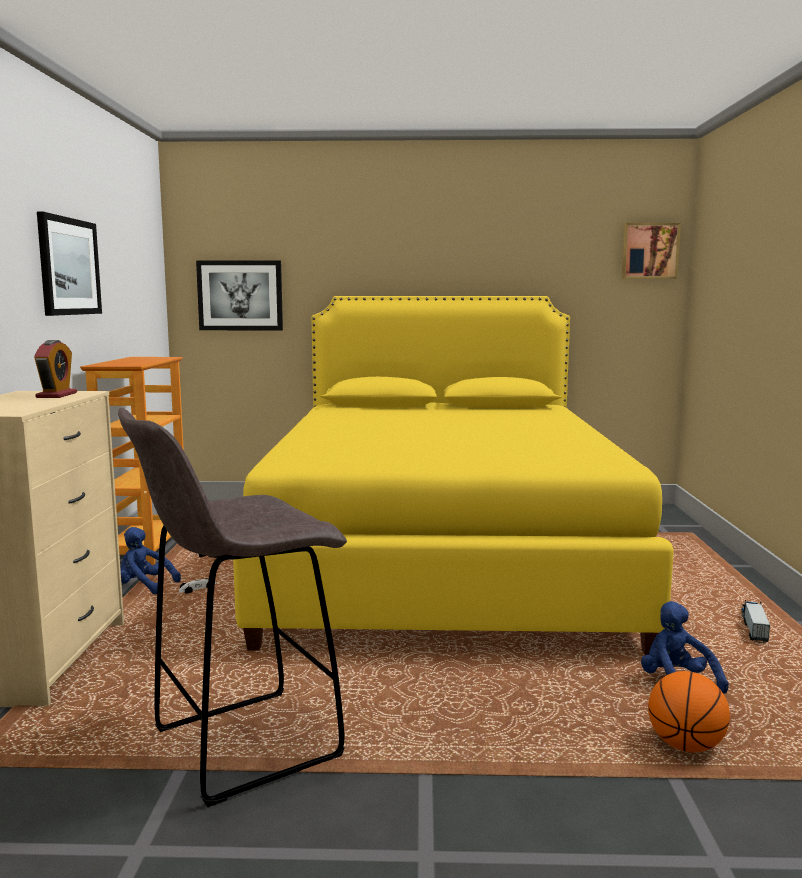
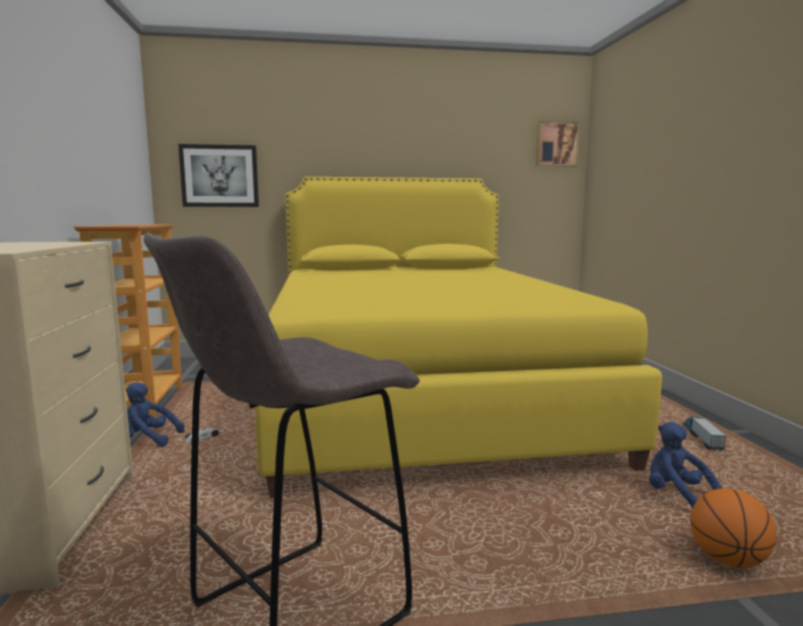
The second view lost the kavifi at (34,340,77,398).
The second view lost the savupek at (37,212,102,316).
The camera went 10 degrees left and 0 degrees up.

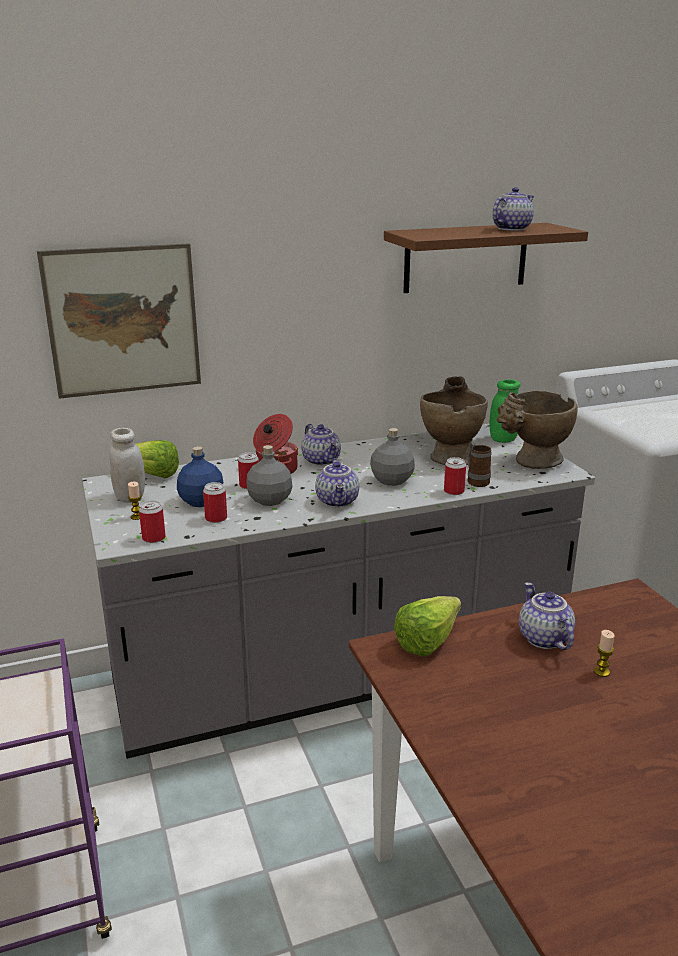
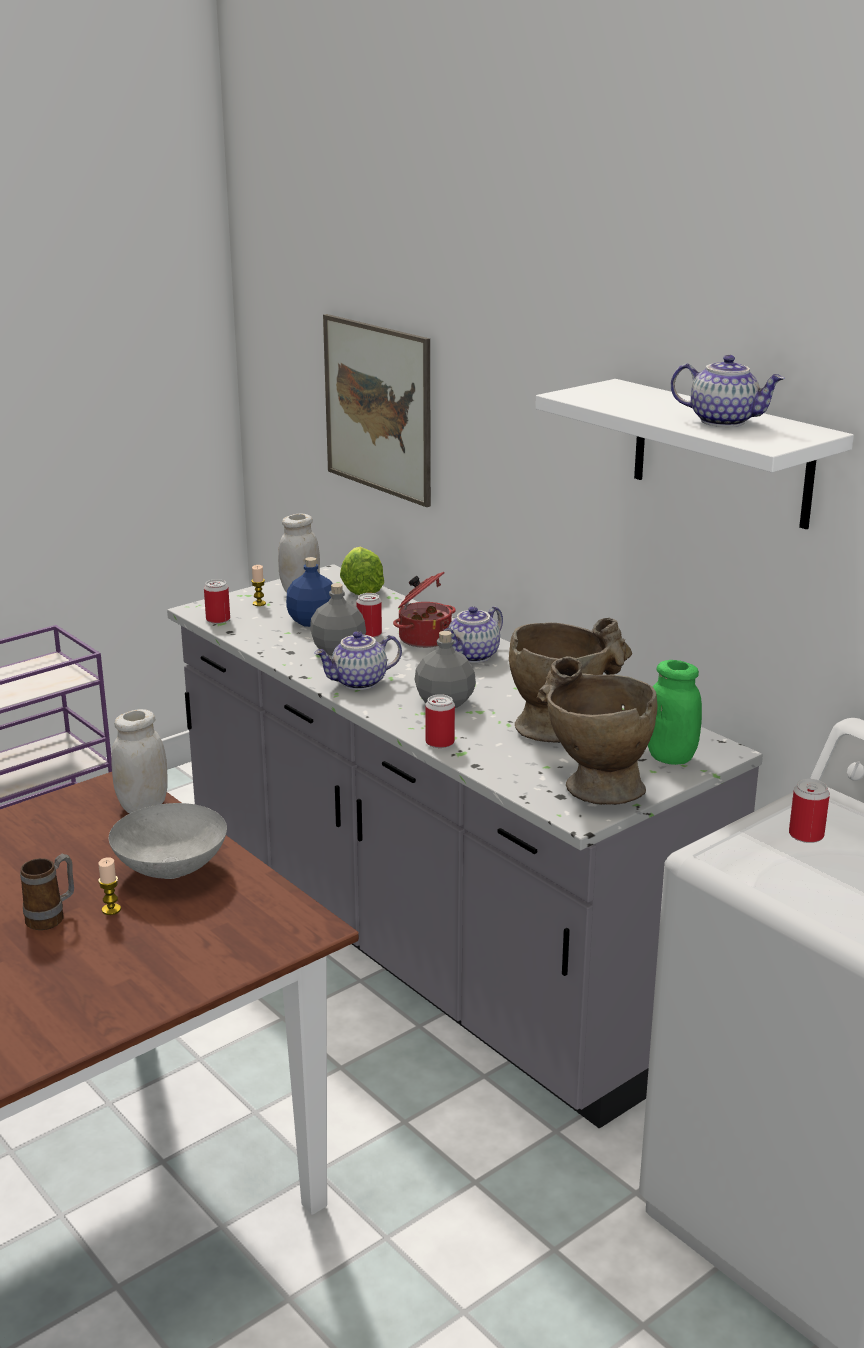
The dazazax ended up elsewhere, having gone from (203,482,227,523) to (789,779,830,843).
What was the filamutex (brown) at (384,223,588,293) turned into the filamutex (white) at (535,379,854,529).
Where the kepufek stood at (394,596,461,657), the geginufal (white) came to stand at (112,709,168,813).
The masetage ended up elsewhere, having gone from (467,441,491,487) to (20,854,74,930).
Where the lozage stood at (519,582,575,650), the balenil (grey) came to stand at (109,803,227,879).
The camera went 70 degrees right and 0 degrees up.

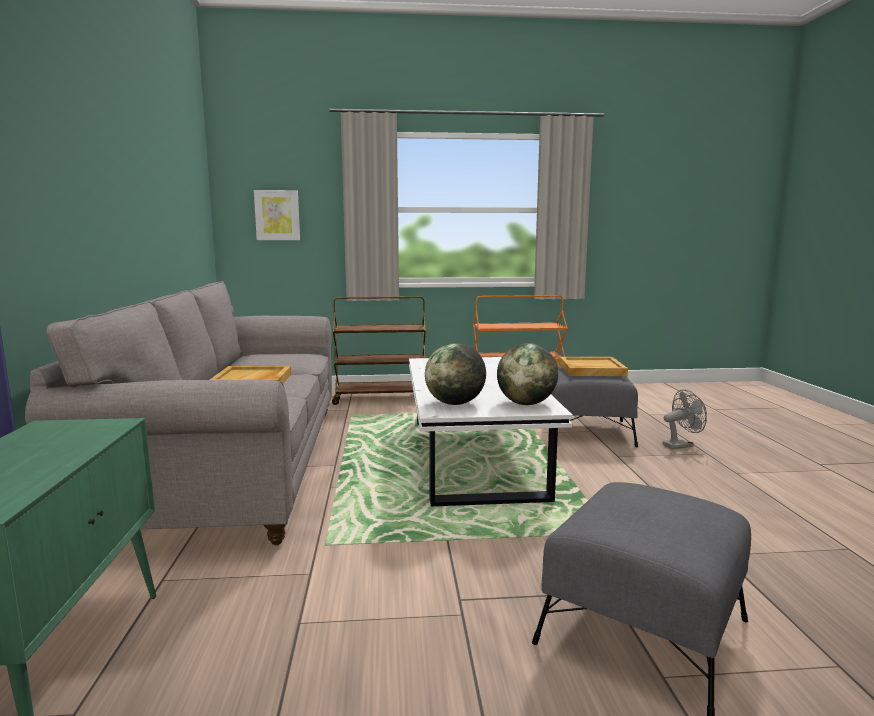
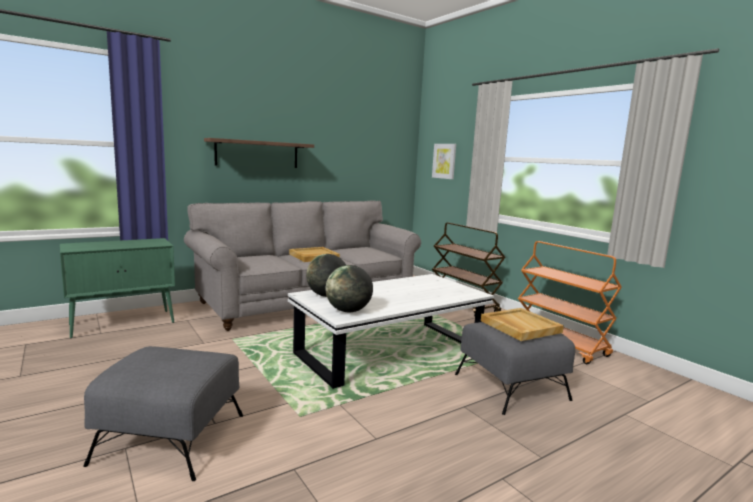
The second view lost the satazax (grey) at (662,389,707,450).
The second view gained the filamutex at (204,138,314,168).
The camera went 60 degrees right and 0 degrees up.

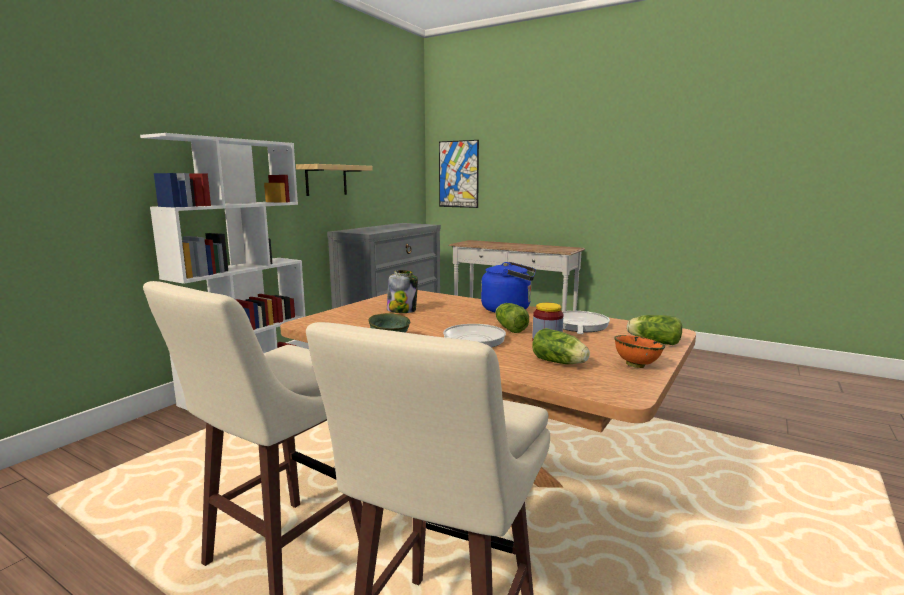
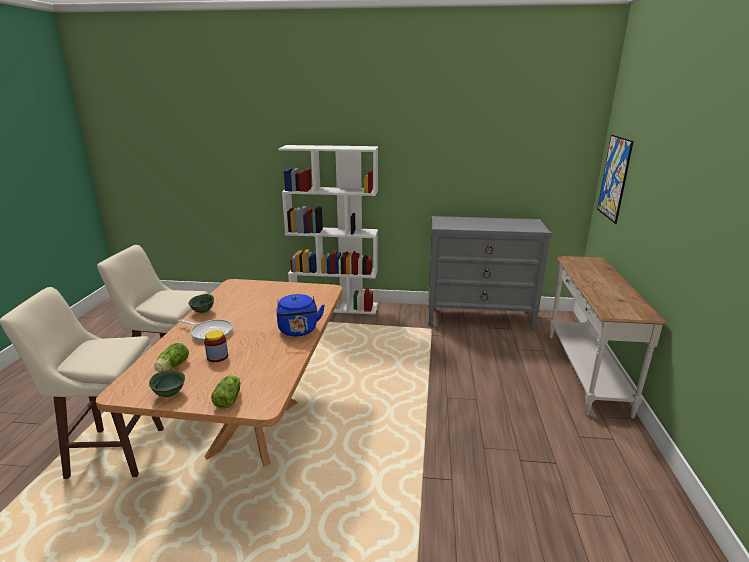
The second view lost the filamutex at (296,164,373,196).
The second view lost the geginufal at (387,270,418,313).
The second view lost the kepufek at (495,303,529,333).
The second view lost the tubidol at (562,311,610,334).
What was the balenil (orange) at (614,335,665,368) turned into the balenil (green) at (149,370,185,397).
The camera went 65 degrees right and 10 degrees up.

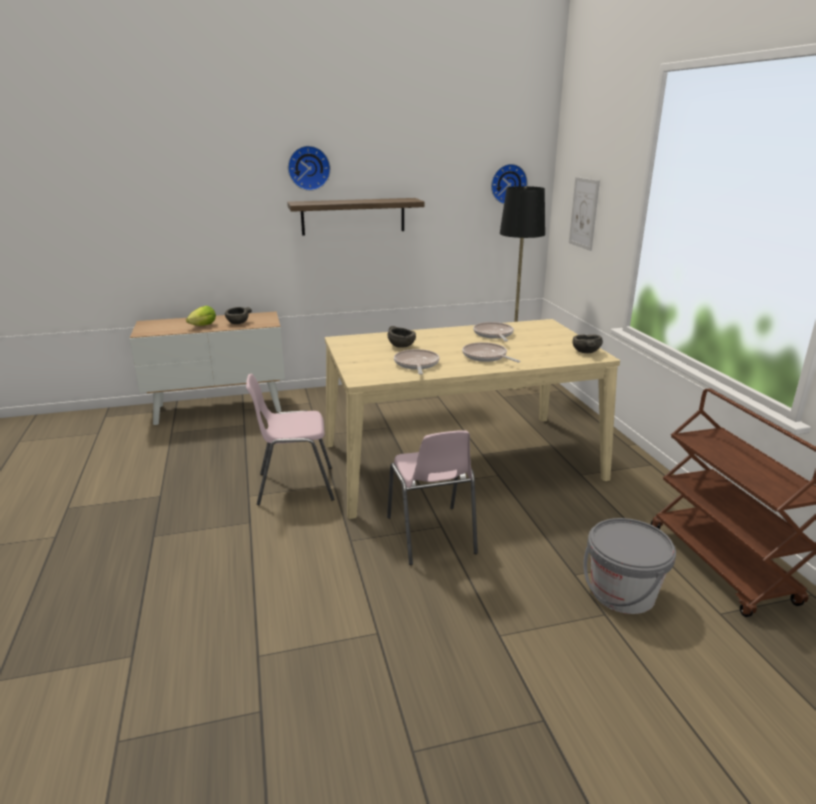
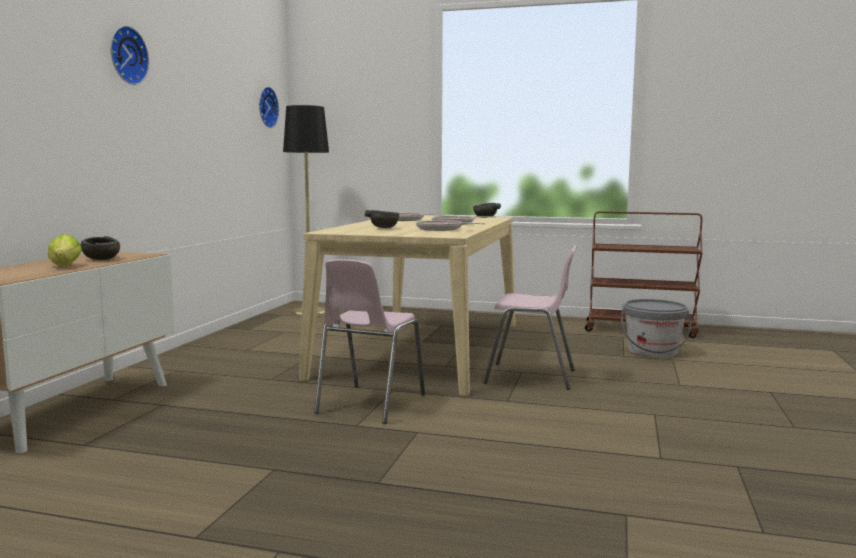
The second view lost the filamutex at (287,198,425,235).
The second view lost the savupek at (569,177,600,251).
The camera went 60 degrees left and 15 degrees down.

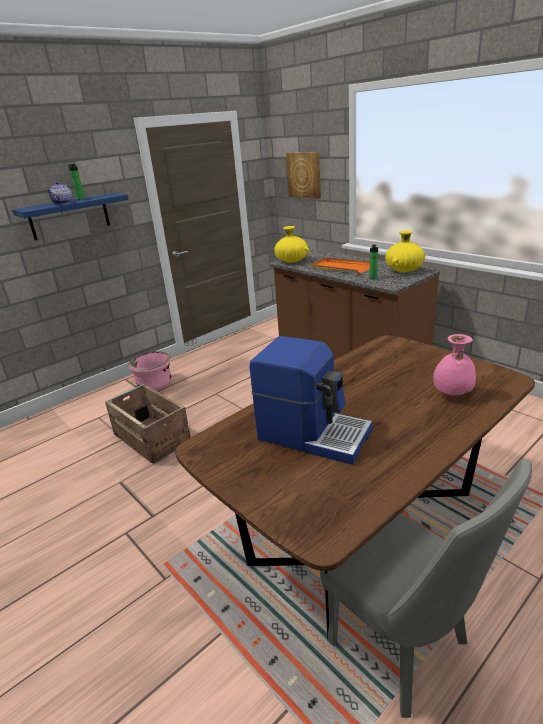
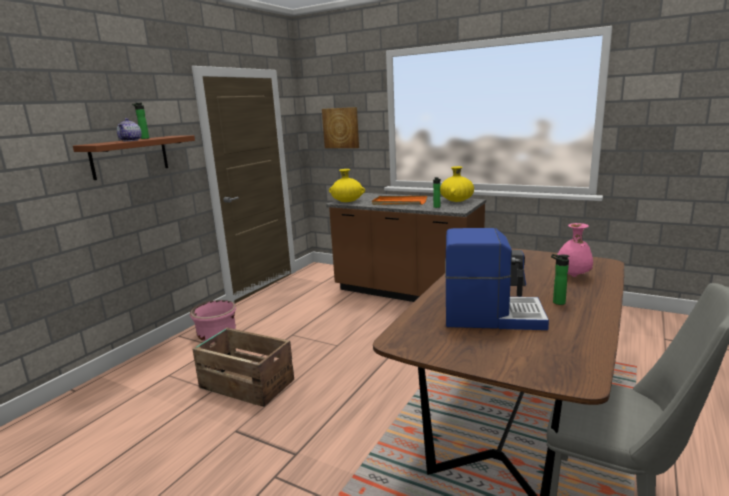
What was the filamutex (blue) at (12,193,128,240) turned into the filamutex (brown) at (73,135,195,180).
The second view gained the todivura at (551,254,570,305).
The camera went 20 degrees left and 10 degrees down.

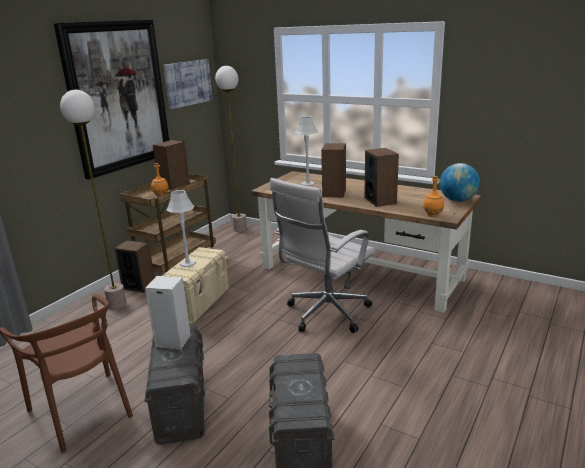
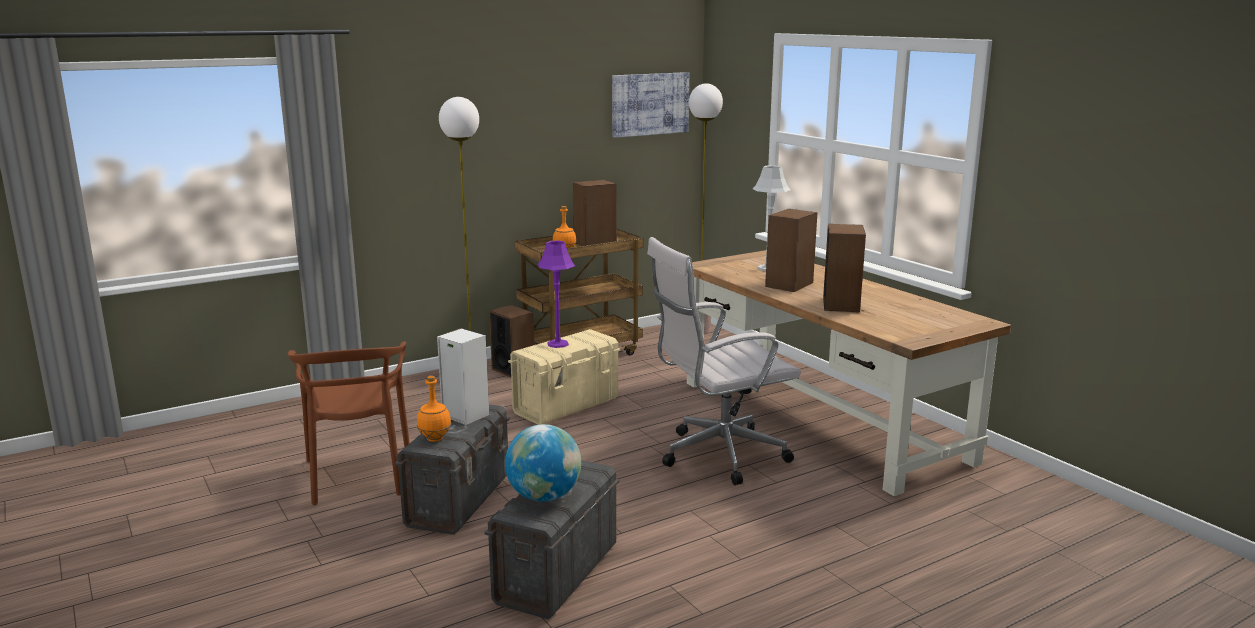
The second view lost the savupek at (54,20,169,179).
What was the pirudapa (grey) at (166,190,196,267) turned into the pirudapa (purple) at (537,240,575,348).
The todivura (orange) ended up elsewhere, having gone from (423,176,444,217) to (417,376,451,442).
The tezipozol ended up elsewhere, having gone from (440,163,480,202) to (505,424,581,502).
The camera went 25 degrees right and 5 degrees down.

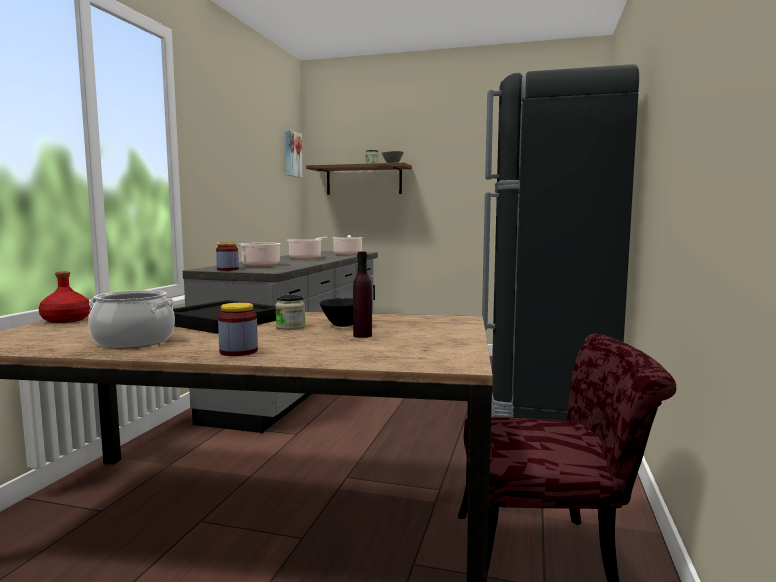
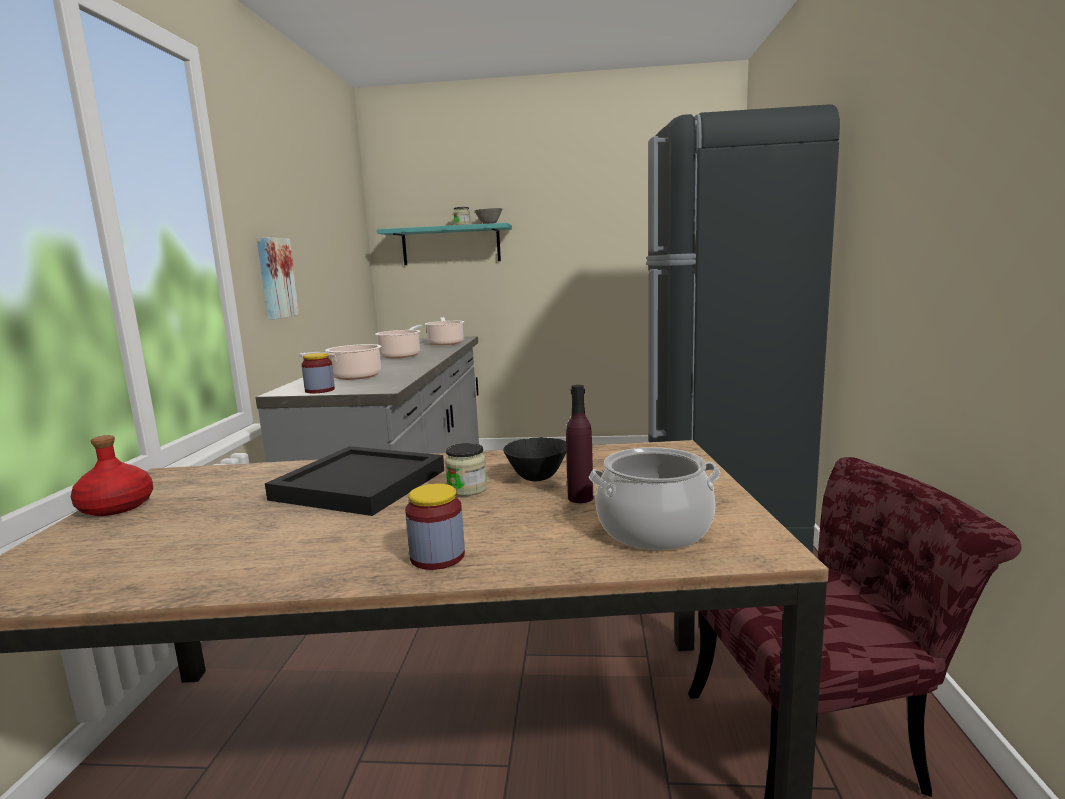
The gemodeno ended up elsewhere, having gone from (88,290,175,348) to (589,447,720,550).
The savupek ended up elsewhere, having gone from (285,129,303,178) to (257,237,299,320).
What was the filamutex (brown) at (306,163,412,195) turned into the filamutex (turquoise) at (377,223,512,265).
The camera went 10 degrees left and 5 degrees up.

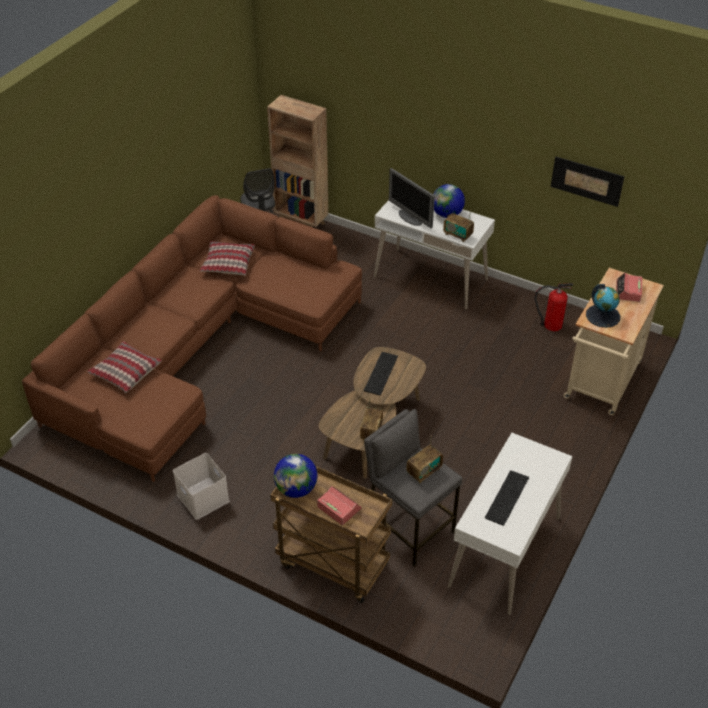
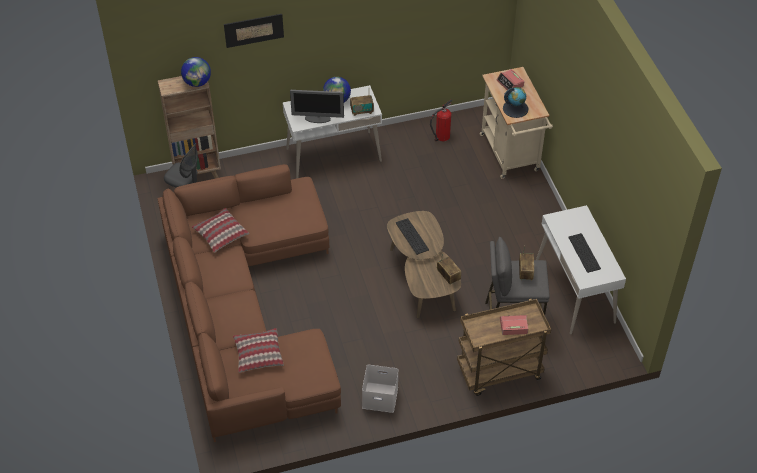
The tezipozol ended up elsewhere, having gone from (274,454,318,498) to (181,57,211,87).
The savupek ended up elsewhere, having gone from (551,157,625,207) to (224,14,284,48).
The camera went 45 degrees left and 5 degrees up.

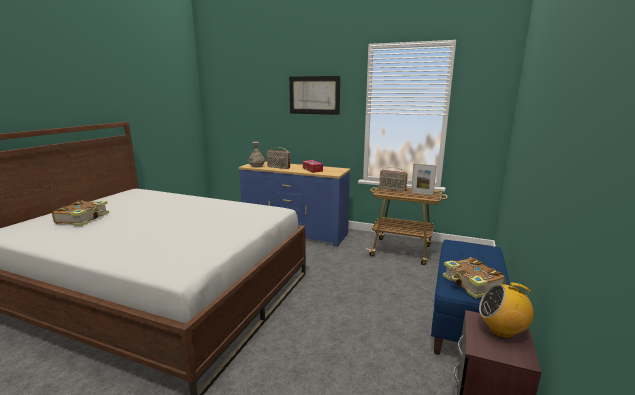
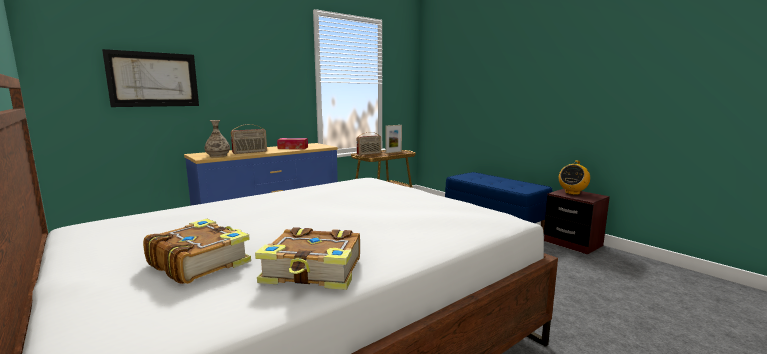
The savupek ended up elsewhere, having gone from (289,76,340,115) to (102,49,199,107).
The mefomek ended up elsewhere, having gone from (443,257,506,298) to (255,227,360,290).
The camera went 60 degrees left and 5 degrees down.

